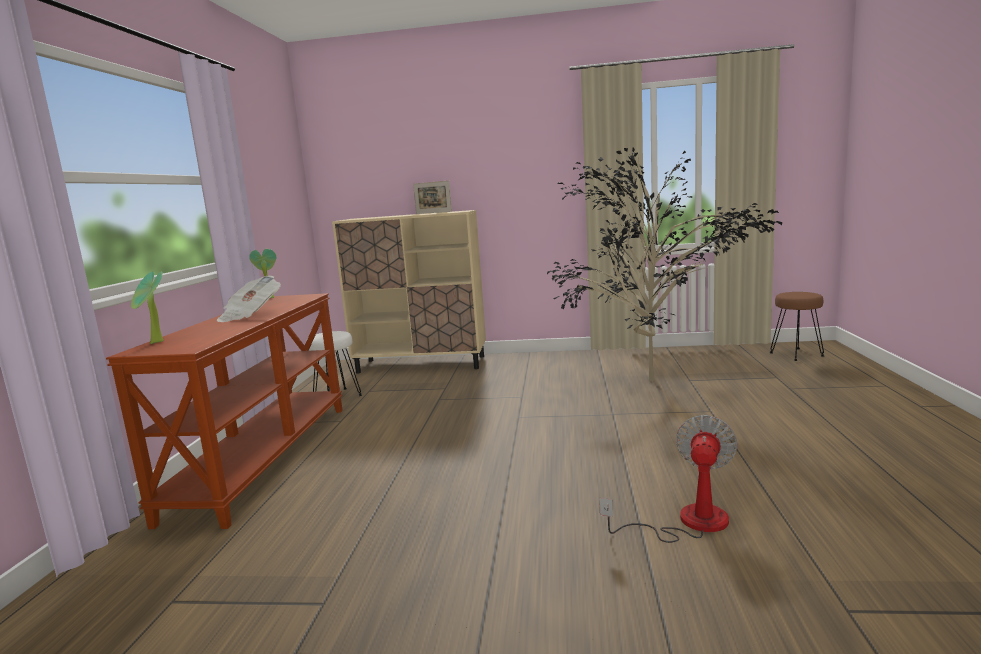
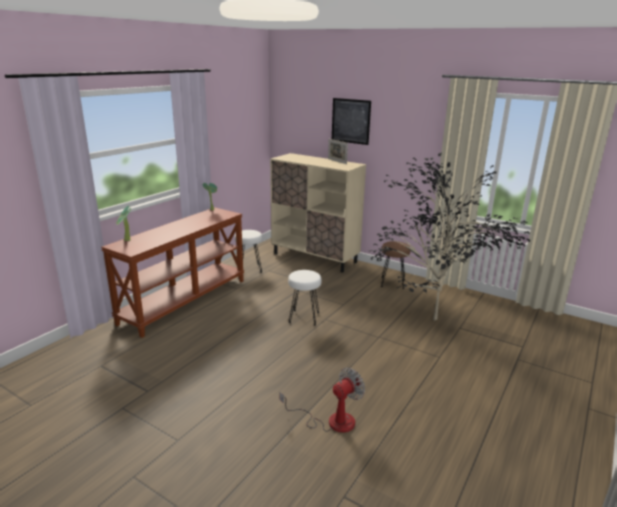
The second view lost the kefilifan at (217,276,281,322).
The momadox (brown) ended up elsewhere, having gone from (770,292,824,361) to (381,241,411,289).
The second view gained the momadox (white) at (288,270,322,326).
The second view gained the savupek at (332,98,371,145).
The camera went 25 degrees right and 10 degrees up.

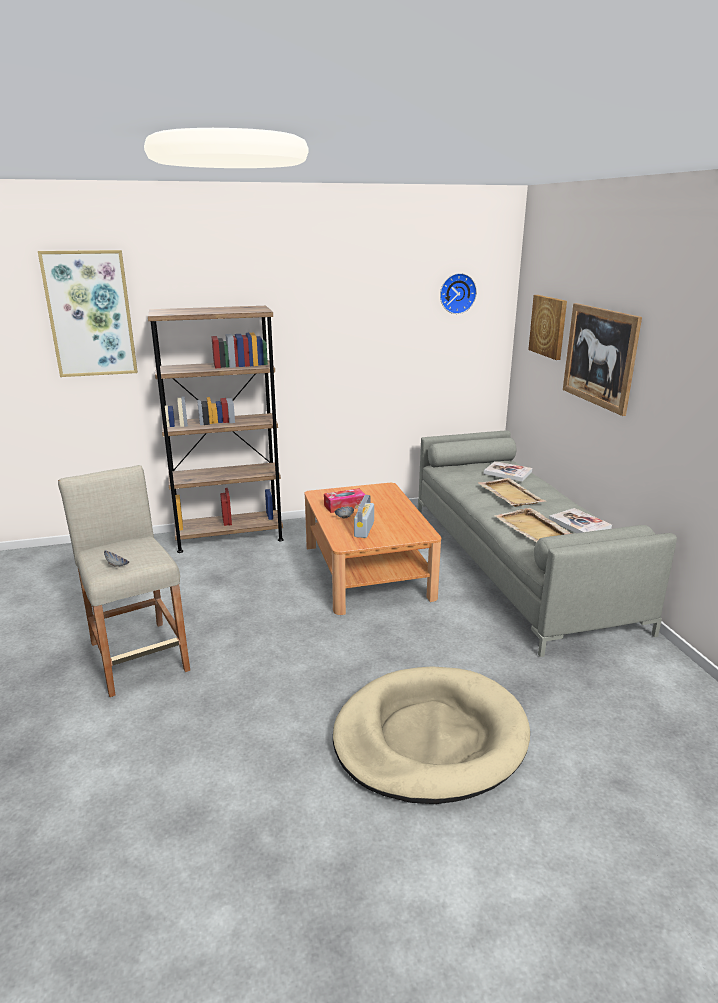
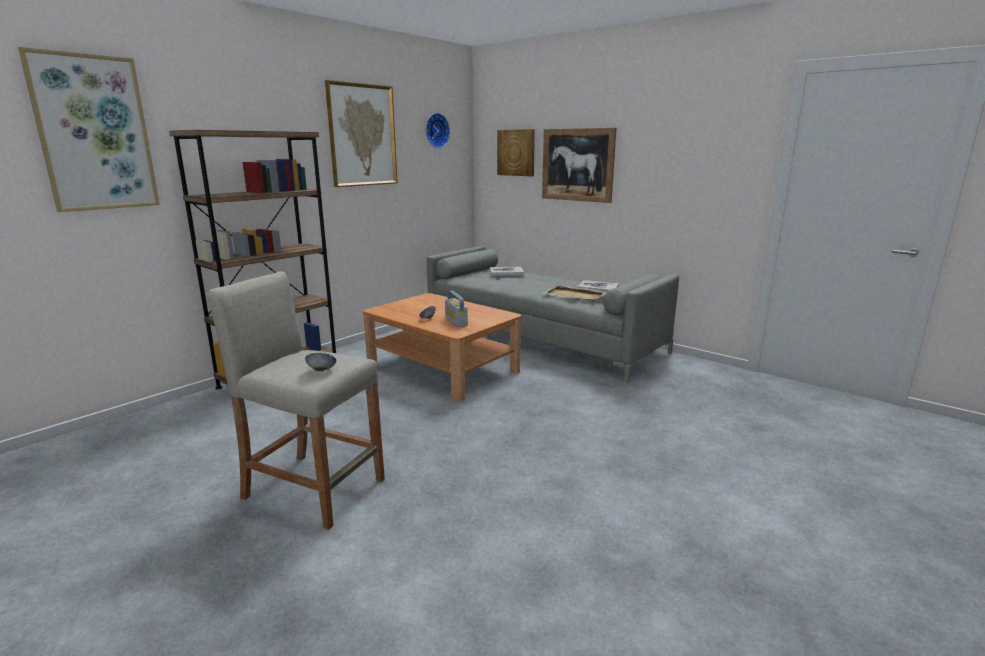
The second view lost the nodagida at (324,488,366,513).
The second view lost the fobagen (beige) at (333,667,530,804).
The second view lost the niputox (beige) at (478,478,545,507).
The second view gained the savupek at (325,80,398,187).
The camera went 35 degrees left and 5 degrees down.

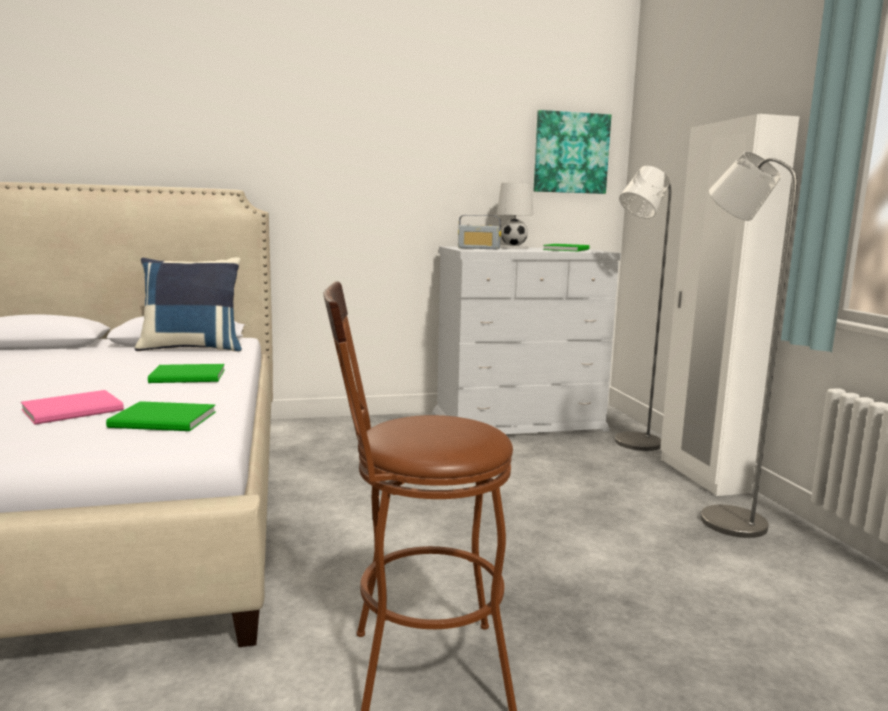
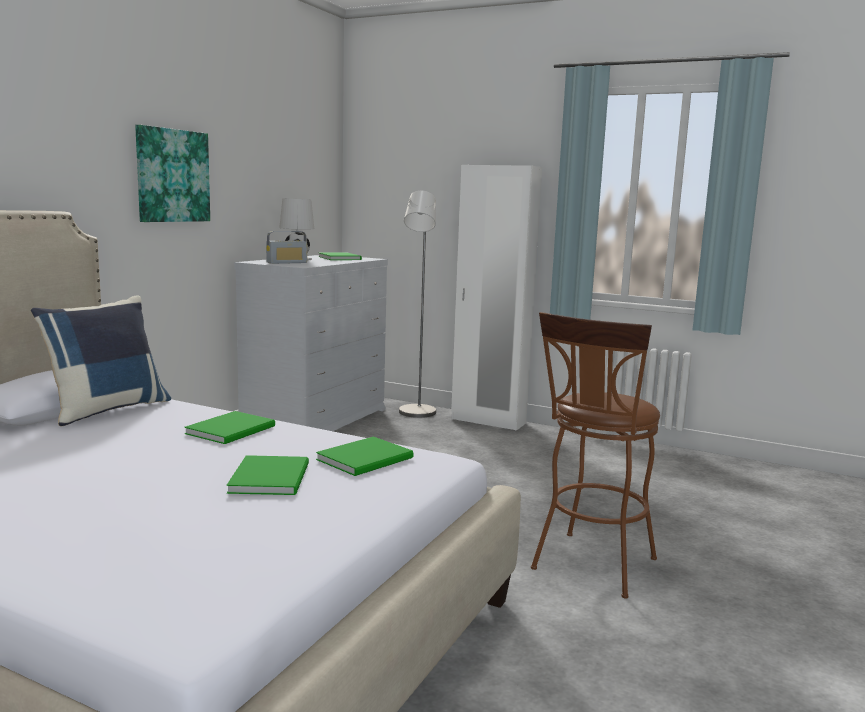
What was the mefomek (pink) at (21,390,124,425) turned into the mefomek (green) at (227,455,309,495).
The savupek ended up elsewhere, having gone from (534,110,611,194) to (135,125,210,222).
The second view lost the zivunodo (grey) at (701,151,797,538).
The camera went 50 degrees left and 0 degrees up.

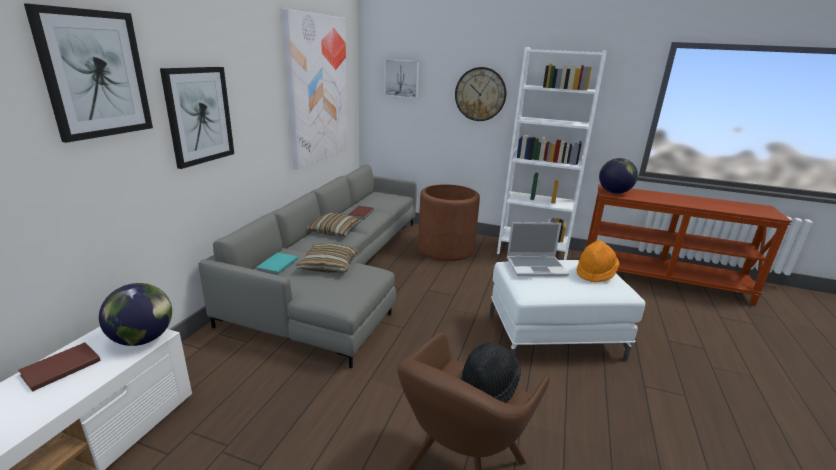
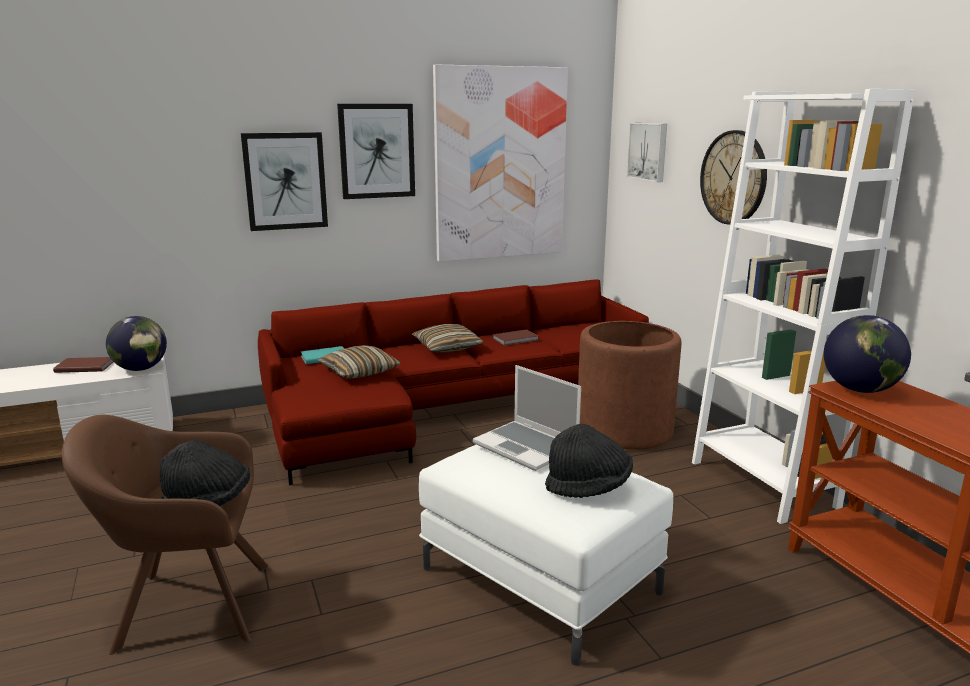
The savupek ended up elsewhere, having gone from (24,4,153,143) to (337,104,415,199).
What was the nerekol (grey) at (198,164,417,368) turned into the nerekol (red) at (258,279,649,485).
What was the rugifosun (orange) at (576,240,619,283) turned into the rugifosun (black) at (545,424,633,498).
The camera went 50 degrees right and 5 degrees down.

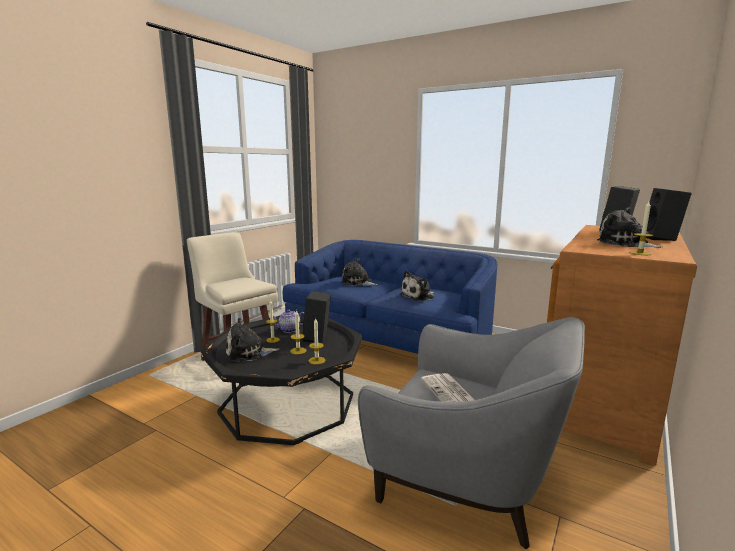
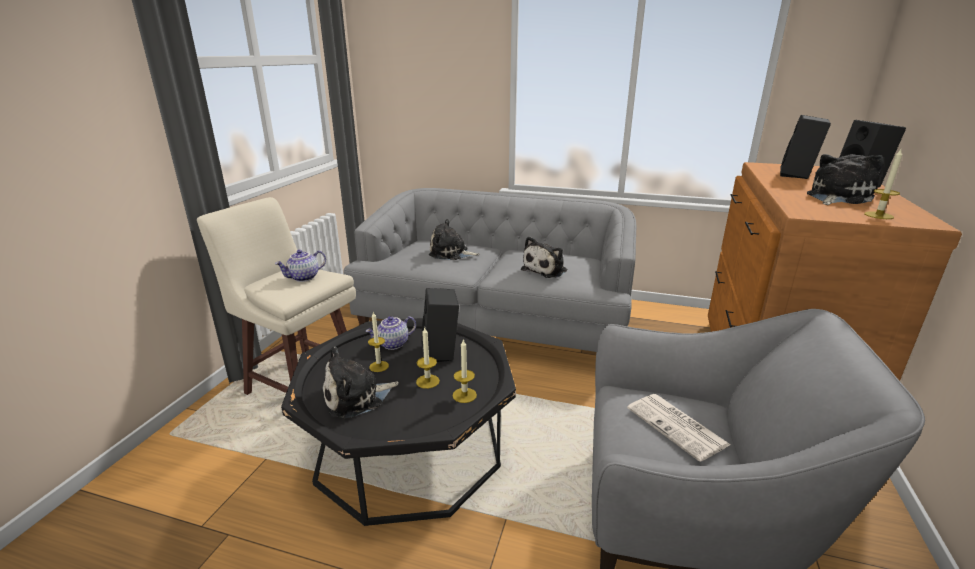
What was the nerekol (blue) at (283,240,497,354) turned into the nerekol (grey) at (343,188,636,352).
The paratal at (597,207,663,248) ended up facing another way, 105 degrees clockwise from before.
The second view gained the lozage at (275,250,326,282).
The camera went 15 degrees left and 10 degrees up.

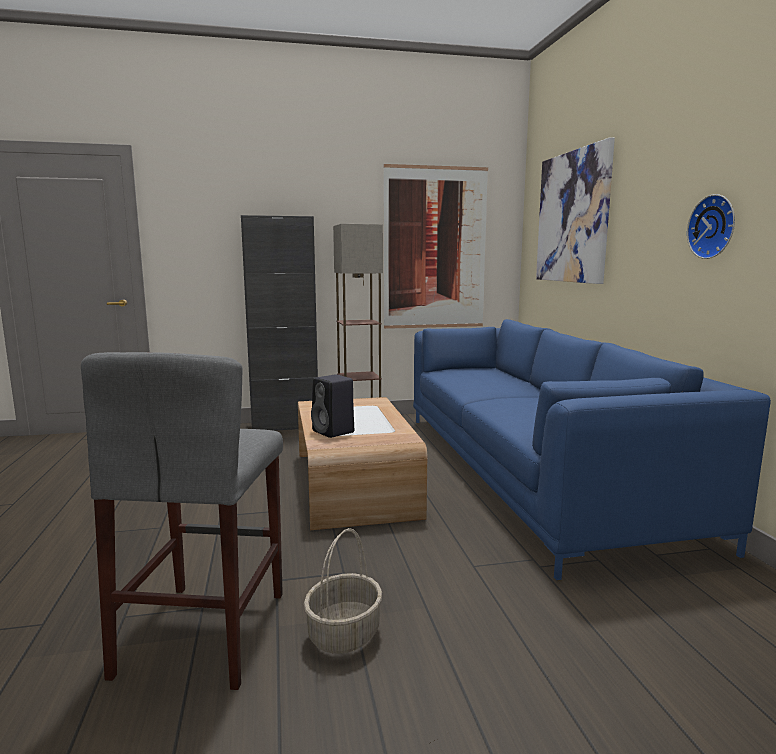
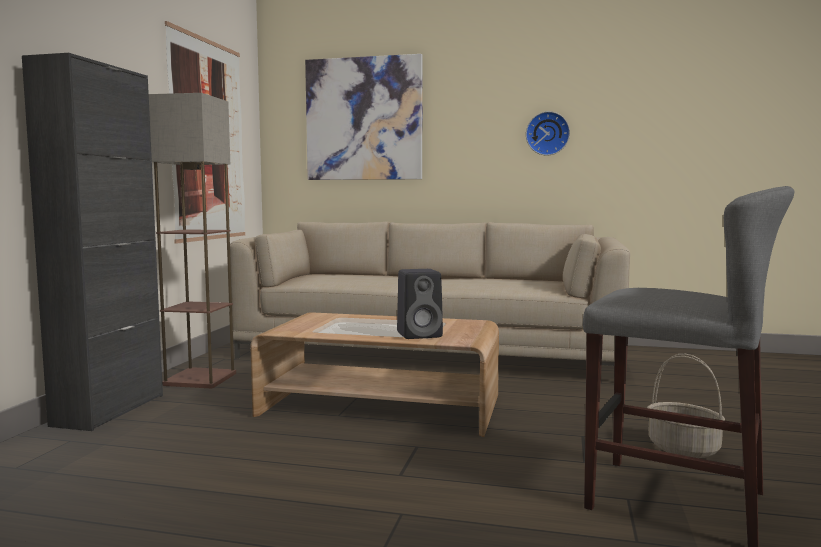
What was the nerekol (blue) at (413,319,771,580) turned into the nerekol (beige) at (230,221,630,366).
The camera went 65 degrees left and 5 degrees down.

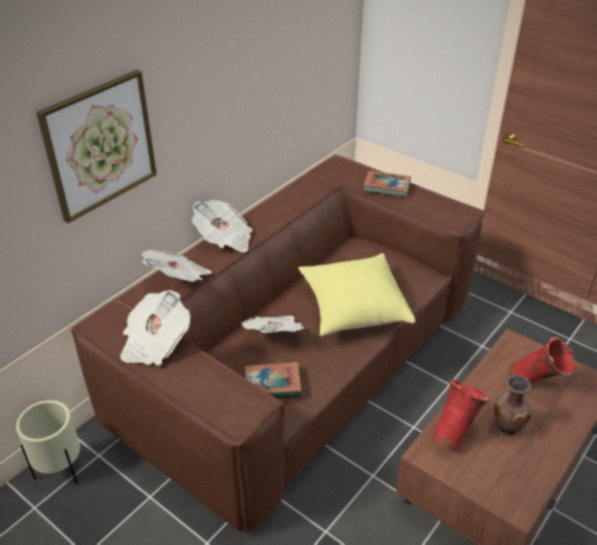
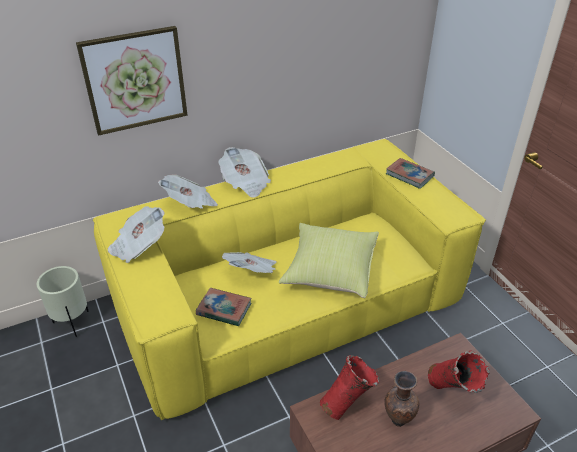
What was the nerekol (brown) at (71,155,485,534) turned into the nerekol (yellow) at (93,139,486,420).
The camera went 25 degrees right and 0 degrees up.

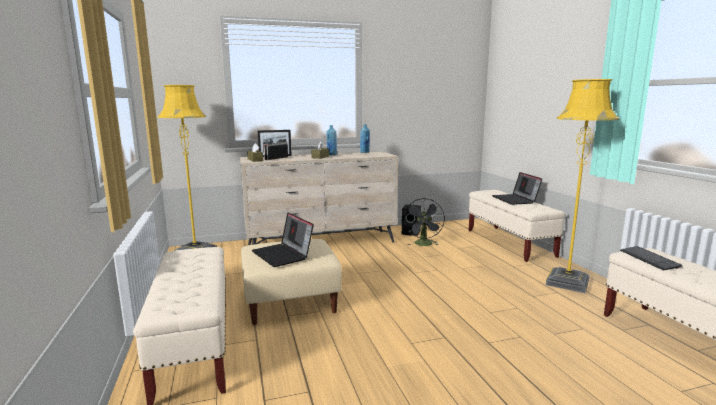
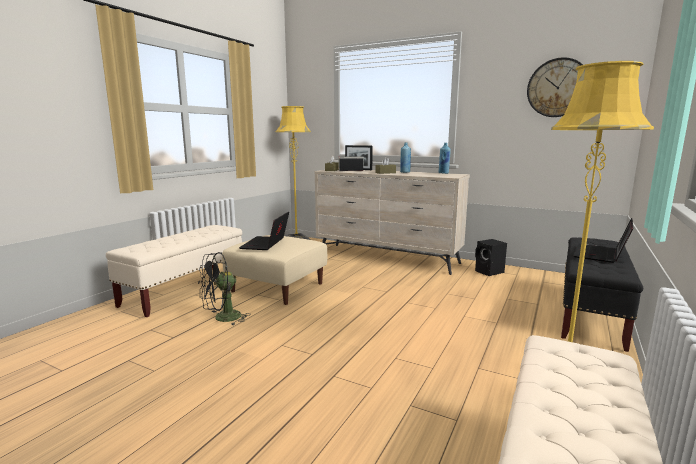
The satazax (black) ended up elsewhere, having gone from (404,198,445,246) to (198,252,250,326).
What was the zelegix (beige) at (468,190,566,262) turned into the zelegix (black) at (561,238,643,352).
The second view lost the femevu at (620,246,682,270).
The second view gained the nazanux at (527,57,583,117).
The camera went 45 degrees right and 0 degrees up.

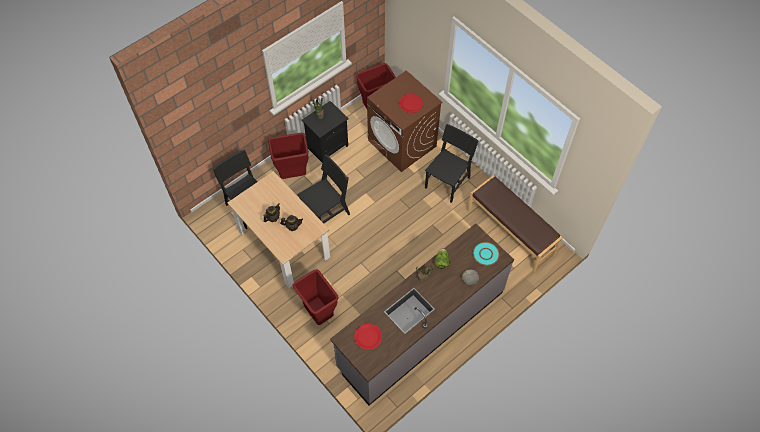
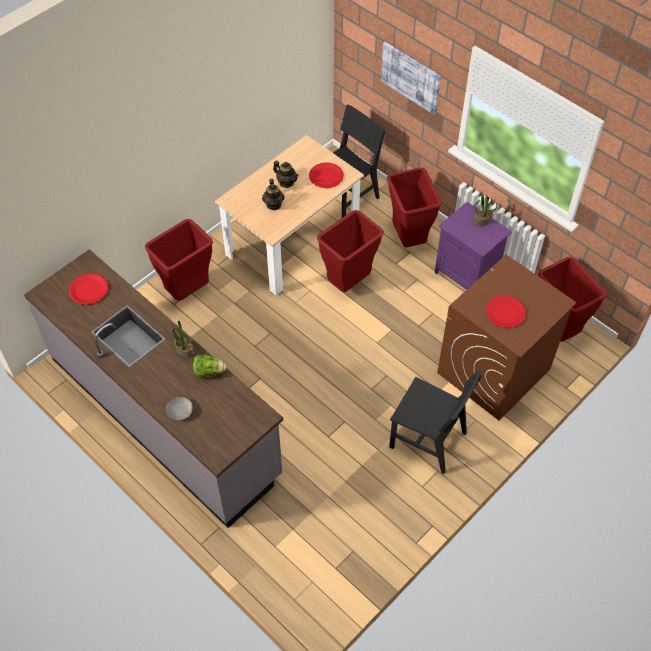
Where the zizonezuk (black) stood at (297,155,350,223), the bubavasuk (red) came to stand at (317,210,384,292).
What was the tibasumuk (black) at (302,101,349,163) turned into the tibasumuk (purple) at (435,202,512,290).
The second view lost the zelegix (brown) at (467,175,563,273).
The second view lost the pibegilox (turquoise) at (473,242,499,265).
The second view gained the pibegilox (red) at (309,162,344,188).
The second view gained the savupek at (381,42,441,115).
The camera went 85 degrees right and 5 degrees down.

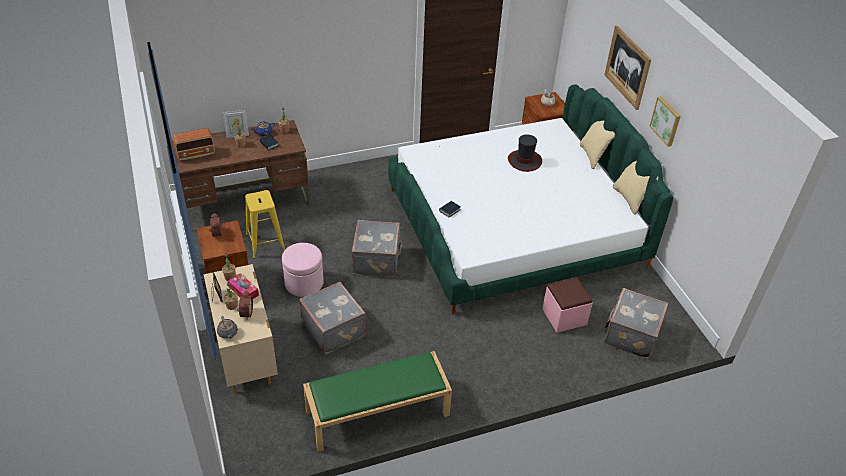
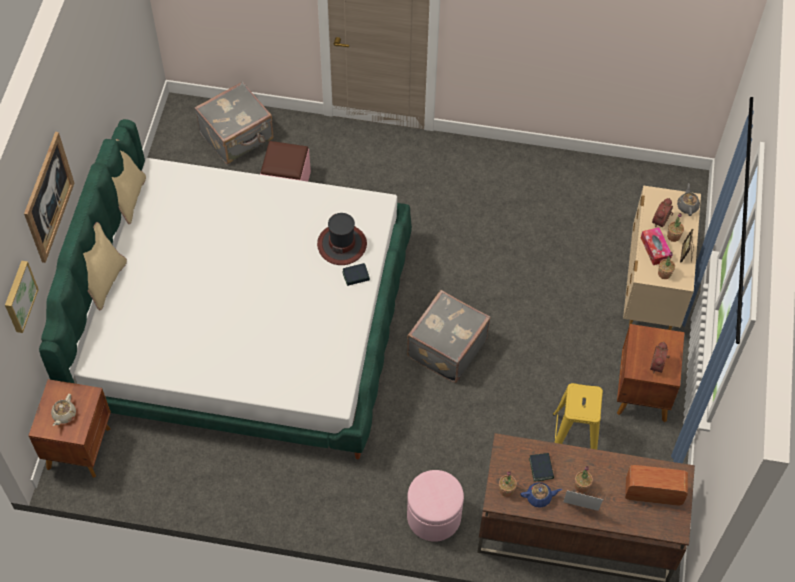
The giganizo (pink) ended up elsewhere, having gone from (282,243,324,297) to (407,470,464,542).
The second view lost the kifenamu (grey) at (299,282,366,354).
The second view lost the zelegix (green) at (303,351,452,452).
The rugifosun ended up elsewhere, having gone from (508,134,542,172) to (317,213,367,265).
The savupek ended up elsewhere, having gone from (649,96,681,147) to (5,261,39,333).
The camera went 150 degrees left and 15 degrees up.

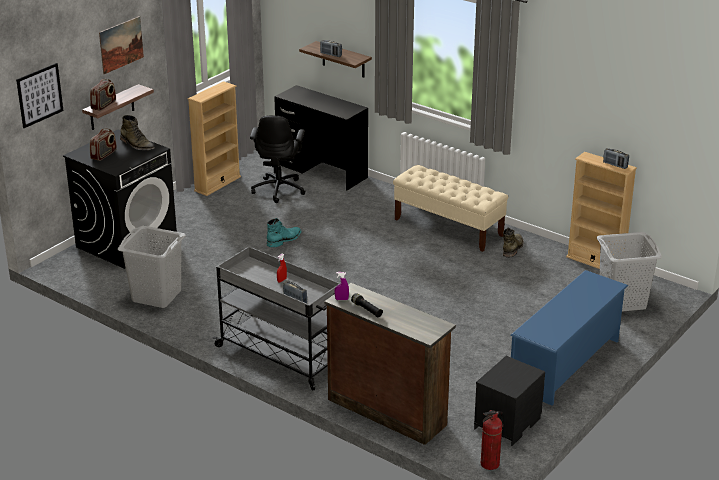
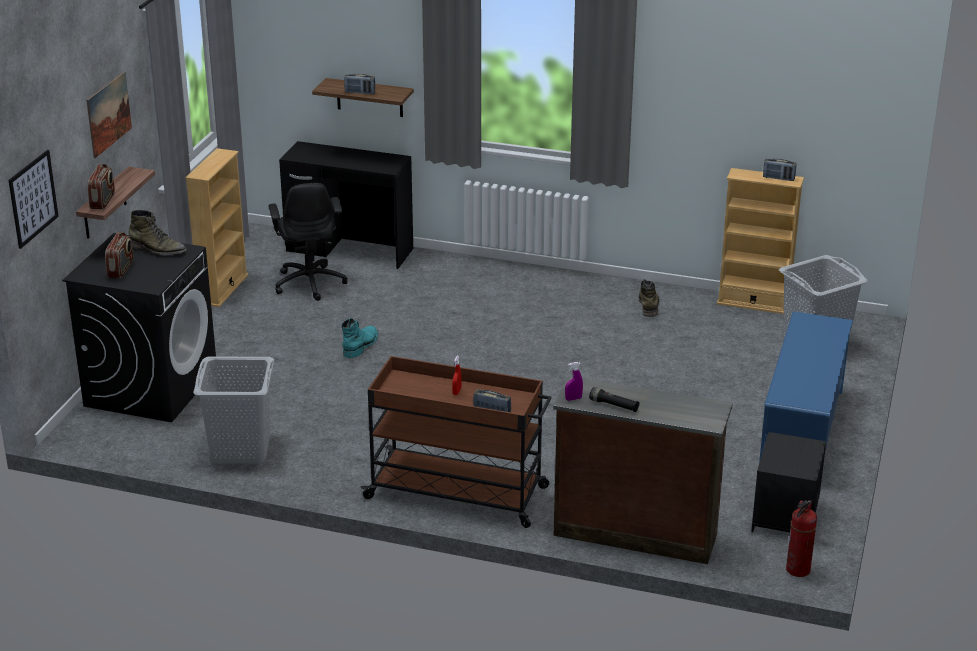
What was the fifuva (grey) at (213,247,341,391) turned into the fifuva (brown) at (360,356,551,528).
The second view lost the zelegix (beige) at (393,165,509,252).
The camera went 20 degrees left and 0 degrees up.

